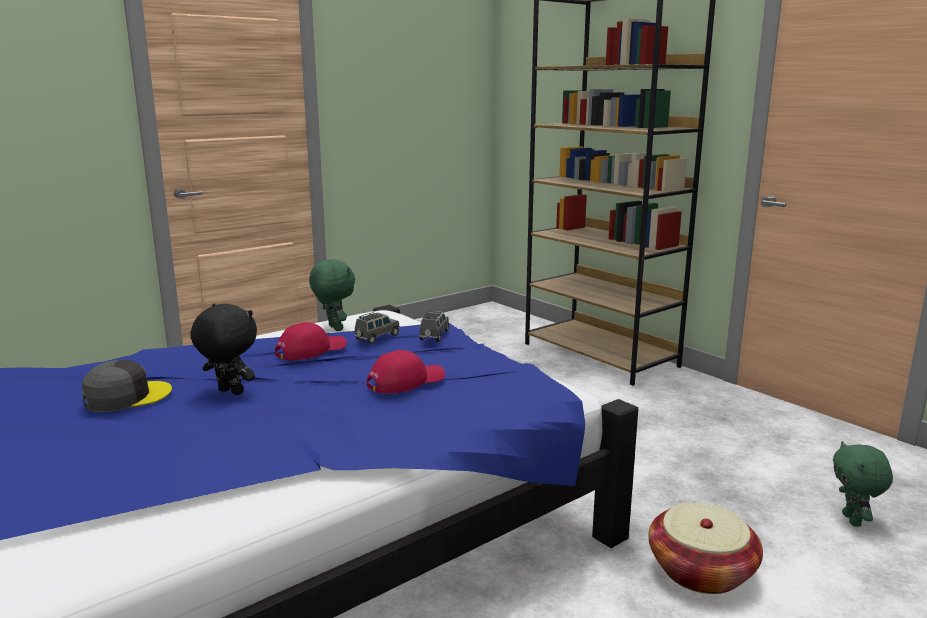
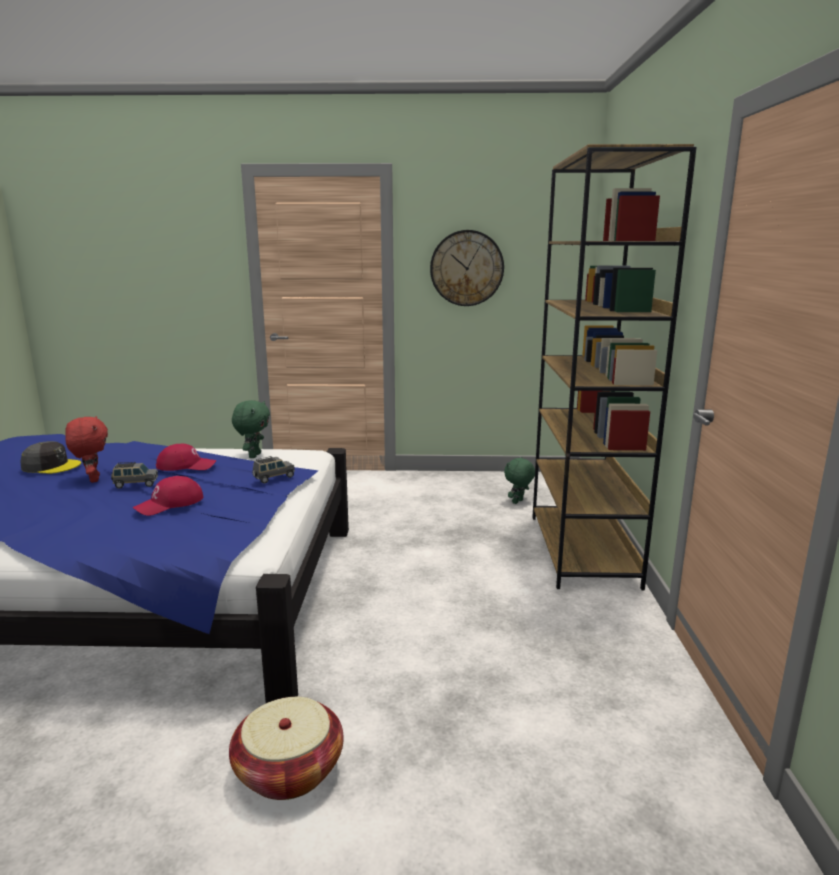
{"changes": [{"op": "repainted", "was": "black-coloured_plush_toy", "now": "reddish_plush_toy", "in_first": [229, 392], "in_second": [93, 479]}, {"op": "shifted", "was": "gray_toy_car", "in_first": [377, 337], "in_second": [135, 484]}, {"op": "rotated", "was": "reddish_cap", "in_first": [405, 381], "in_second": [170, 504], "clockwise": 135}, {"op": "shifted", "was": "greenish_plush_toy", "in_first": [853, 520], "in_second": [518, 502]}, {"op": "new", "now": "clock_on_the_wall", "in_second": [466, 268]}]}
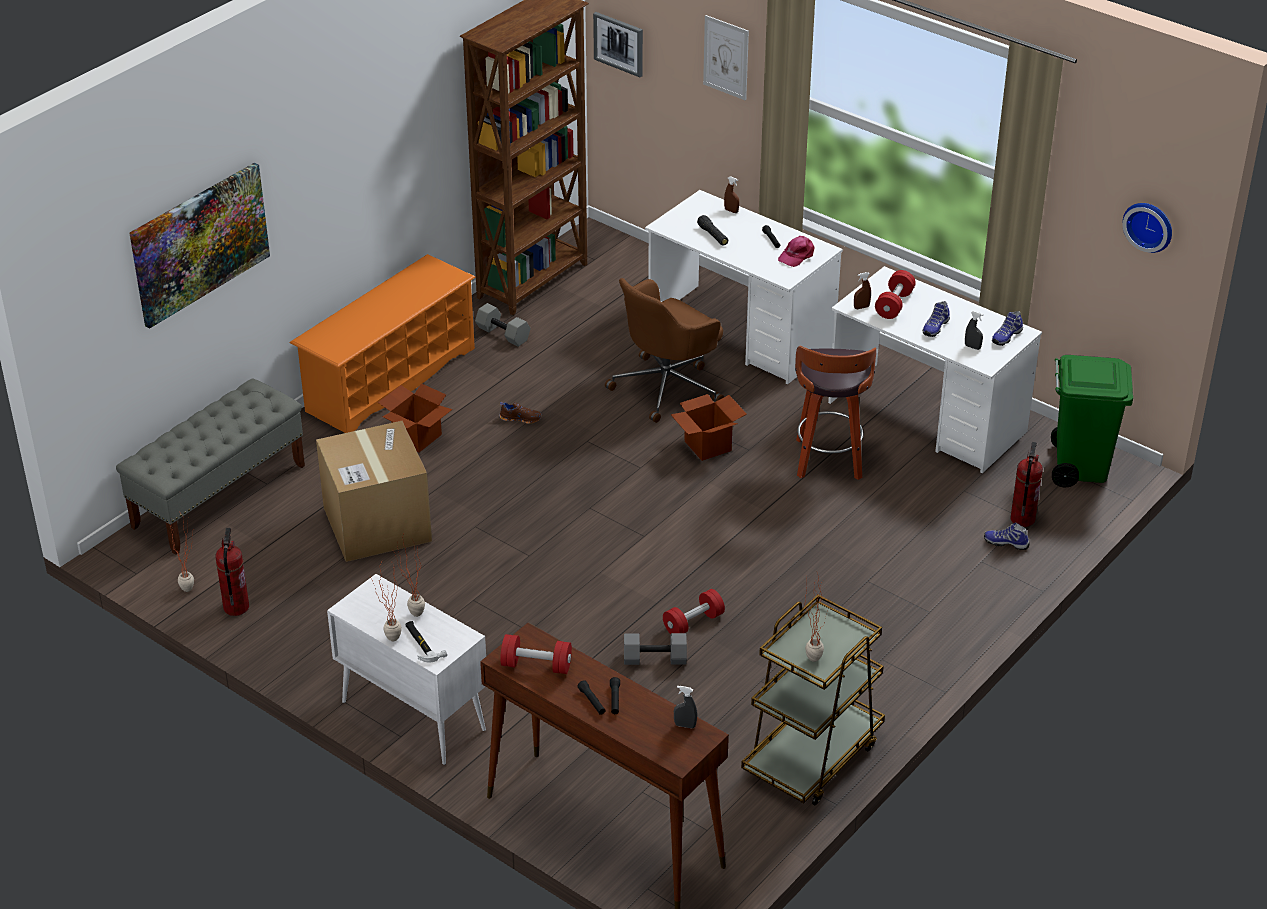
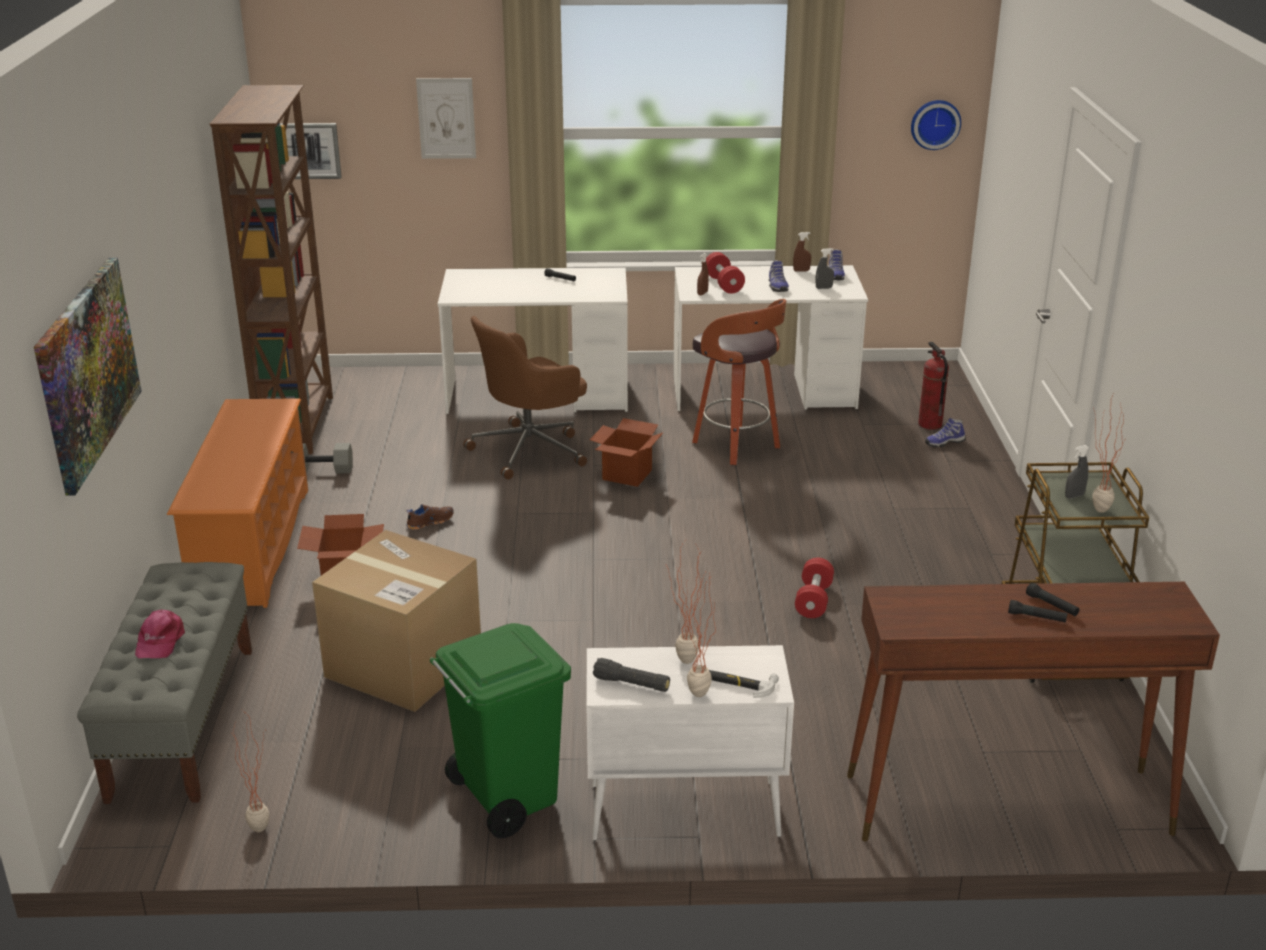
{"changes": [{"op": "gone", "was": "fire-fighting_cylinder", "in_first": [235, 607]}, {"op": "gone", "was": "reddish_hand_weight", "in_first": [536, 665]}, {"op": "rotated", "was": "brownish_office_chair", "in_first": [667, 387], "in_second": [530, 450], "clockwise": 45}, {"op": "gone", "was": "gray_hand_weight", "in_first": [654, 659]}, {"op": "shifted", "was": "gray_spray_bottle", "in_first": [685, 725], "in_second": [1074, 496]}, {"op": "shifted", "was": "black-coloured_torch", "in_first": [713, 236], "in_second": [631, 684]}, {"op": "shifted", "was": "brownish_spray_bottle", "in_first": [731, 211], "in_second": [801, 271]}, {"op": "shifted", "was": "pink-coloured_cap", "in_first": [797, 255], "in_second": [160, 641]}, {"op": "shifted", "was": "greenish_trash_can", "in_first": [1079, 467], "in_second": [506, 797]}]}
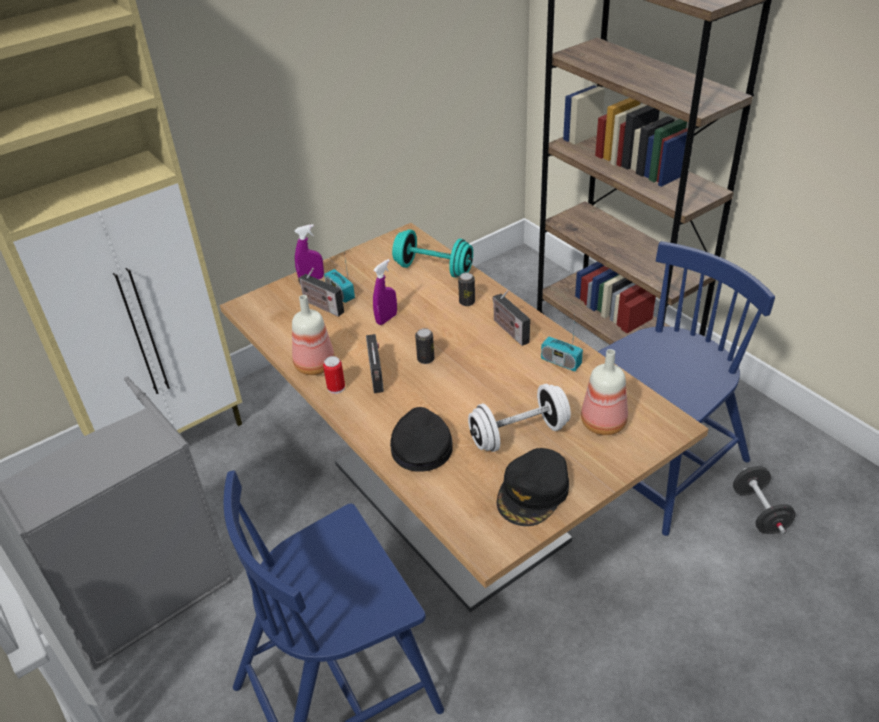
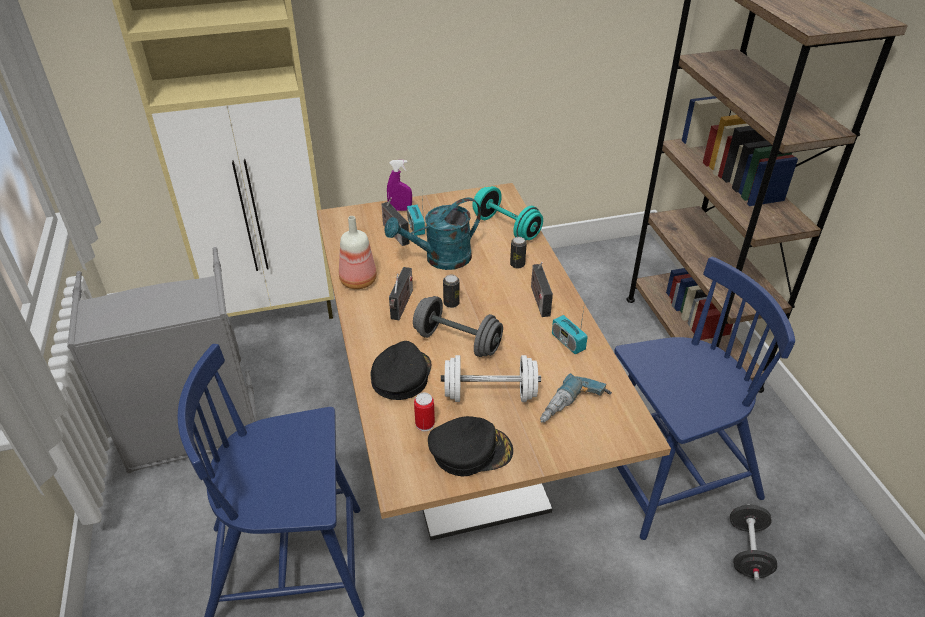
{"changes": [{"op": "shifted", "was": "sealed_can", "in_first": [336, 388], "in_second": [425, 424]}, {"op": "swapped", "was": "purplish_spray_bottle", "now": "blue-green_watering_pot", "in_first": [386, 319], "in_second": [440, 259]}, {"op": "rotated", "was": "black-coloured_cap", "in_first": [533, 493], "in_second": [470, 450], "clockwise": -150}, {"op": "swapped", "was": "bottle", "now": "drill", "in_first": [604, 422], "in_second": [573, 409]}, {"op": "new", "now": "gray_hand_weight", "in_second": [457, 341]}]}
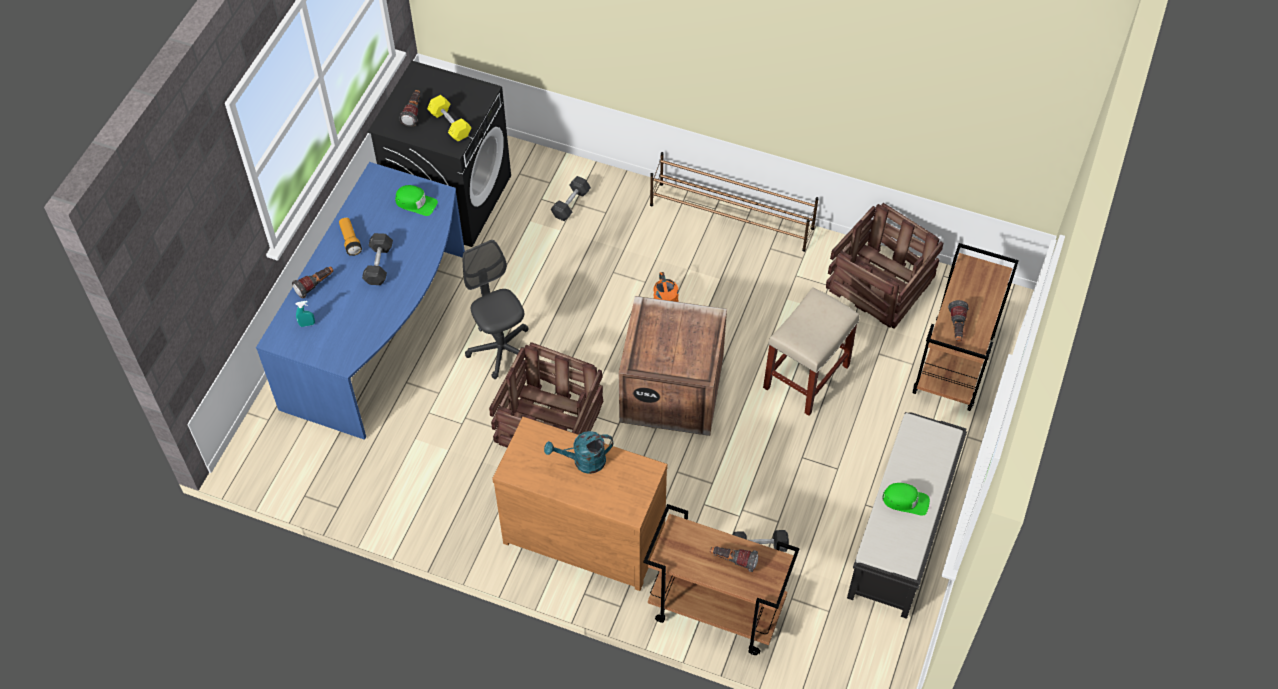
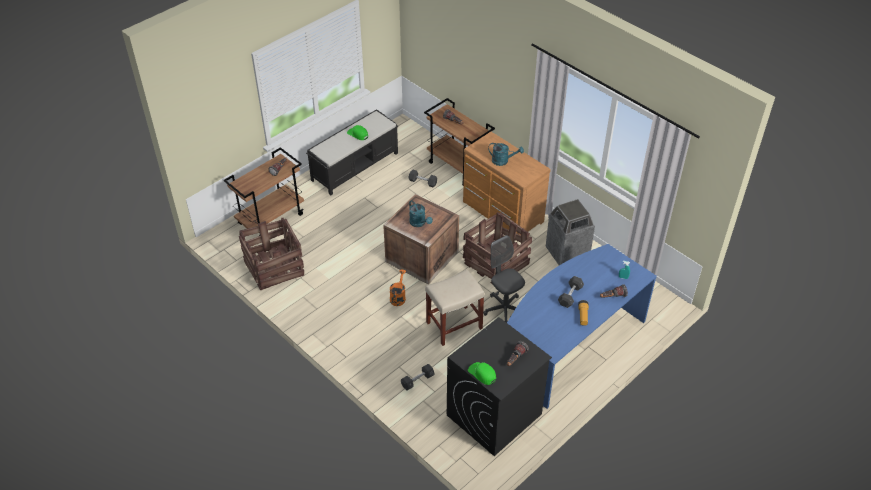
{"changes": [{"op": "shifted", "was": "greenish_cap", "in_first": [416, 203], "in_second": [482, 374]}, {"op": "gone", "was": "yellowish_hand_weight", "in_first": [450, 124]}, {"op": "rotated", "was": "gray_office_chair", "in_first": [500, 349], "in_second": [504, 309], "clockwise": 150}, {"op": "gone", "was": "brownish_shoe_rack", "in_first": [732, 217]}, {"op": "shifted", "was": "beige_stool", "in_first": [806, 375], "in_second": [453, 326]}, {"op": "new", "now": "blue-green_watering_pot", "in_second": [419, 223]}, {"op": "new", "now": "trash_can", "in_second": [567, 253]}]}
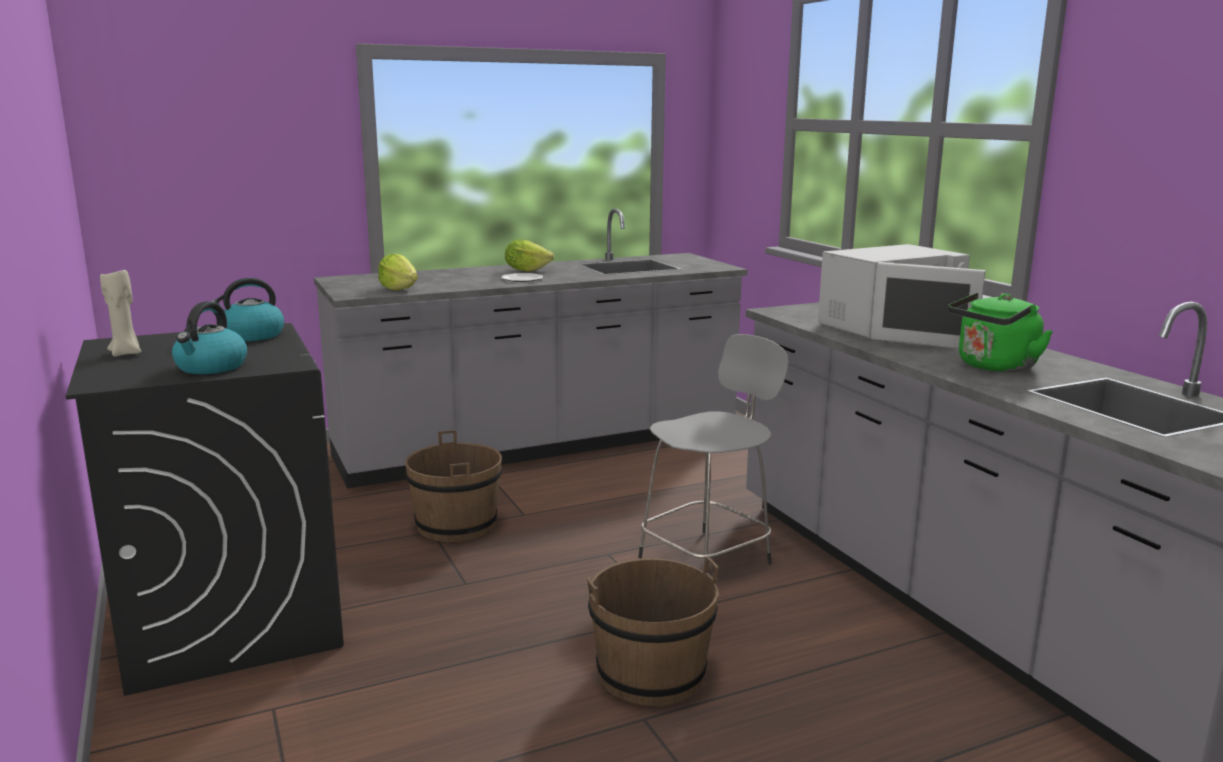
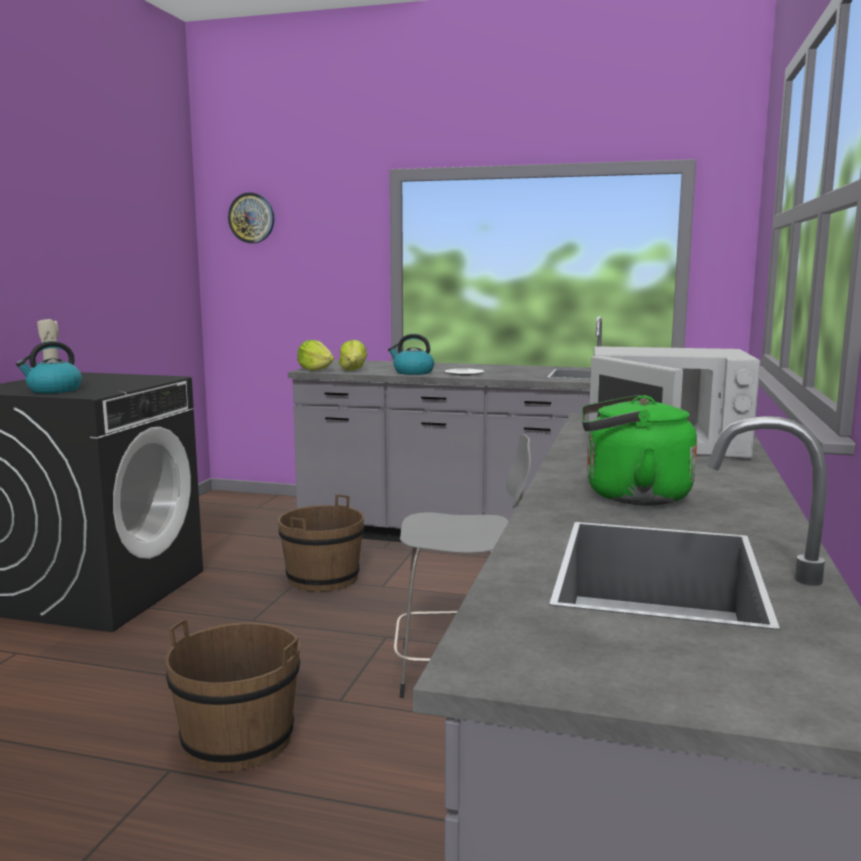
{"changes": [{"op": "shifted", "was": "tea_kettle", "in_first": [251, 336], "in_second": [412, 372]}, {"op": "shifted", "was": "lettuce", "in_first": [526, 270], "in_second": [315, 370]}, {"op": "new", "now": "clock_on_the_wall", "in_second": [251, 218]}]}
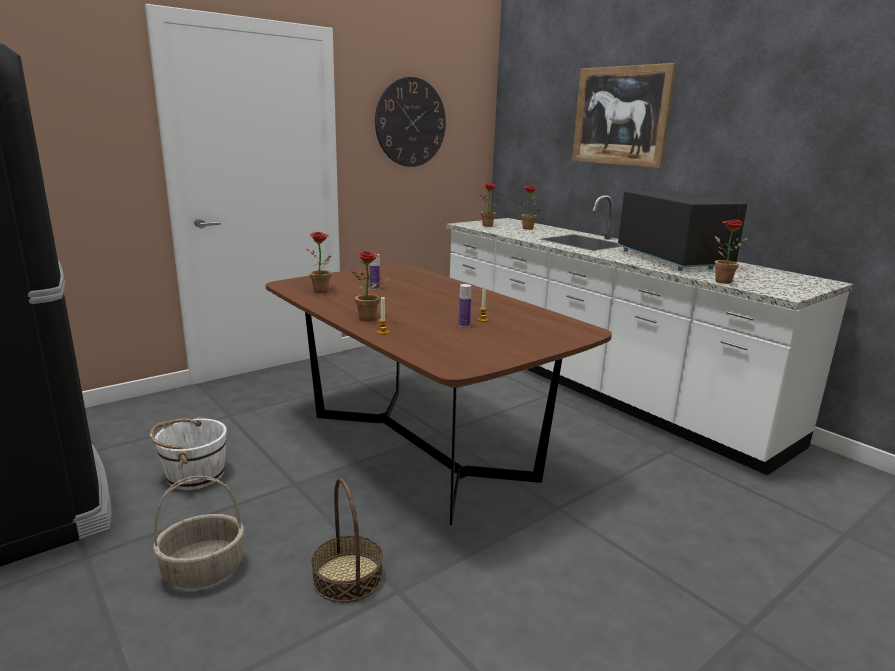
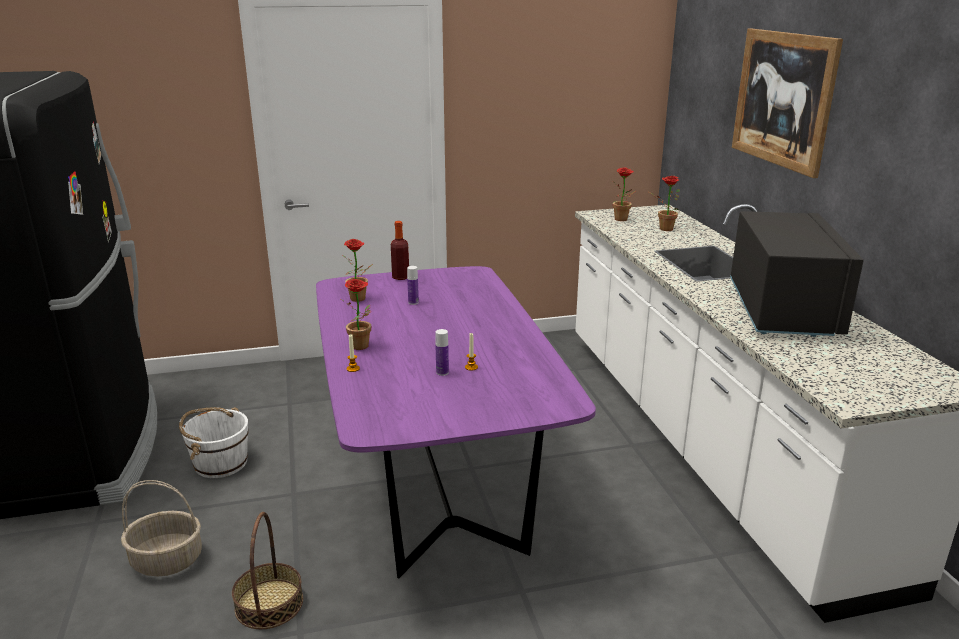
{"changes": [{"op": "repainted", "was": "brownish_kitchen_table", "now": "purplish_kitchen_table", "in_first": [420, 447], "in_second": [437, 480]}, {"op": "gone", "was": "clock_on_the_wall", "in_first": [410, 122]}, {"op": "gone", "was": "potted_plant", "in_first": [720, 281]}, {"op": "new", "now": "bottle", "in_second": [400, 277]}]}
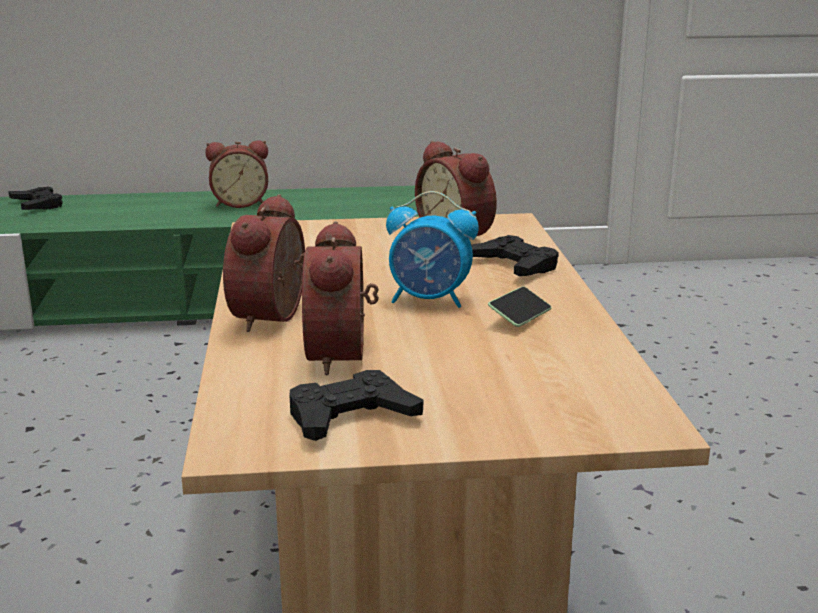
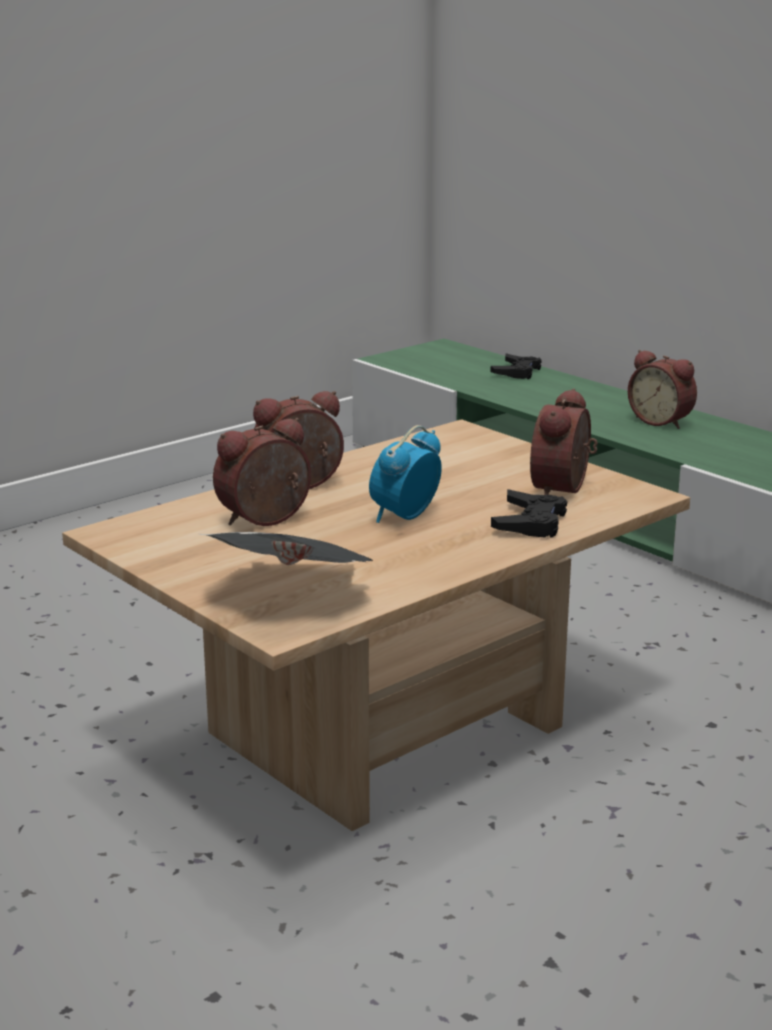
{"changes": [{"op": "gone", "was": "black-coloured_game_controller", "in_first": [351, 417]}, {"op": "rotated", "was": "bedside_clock", "in_first": [430, 300], "in_second": [404, 517], "clockwise": 60}, {"op": "gone", "was": "telephone", "in_first": [520, 317]}, {"op": "new", "now": "daily_paper", "in_second": [294, 592]}]}
